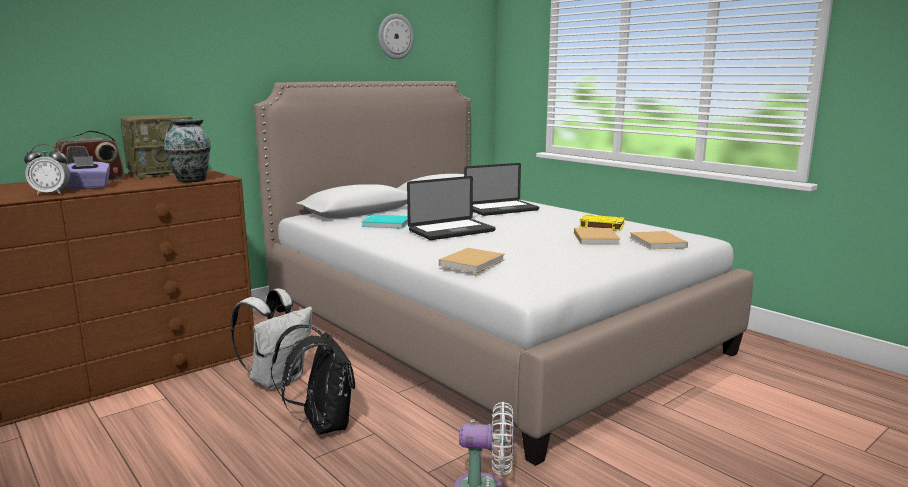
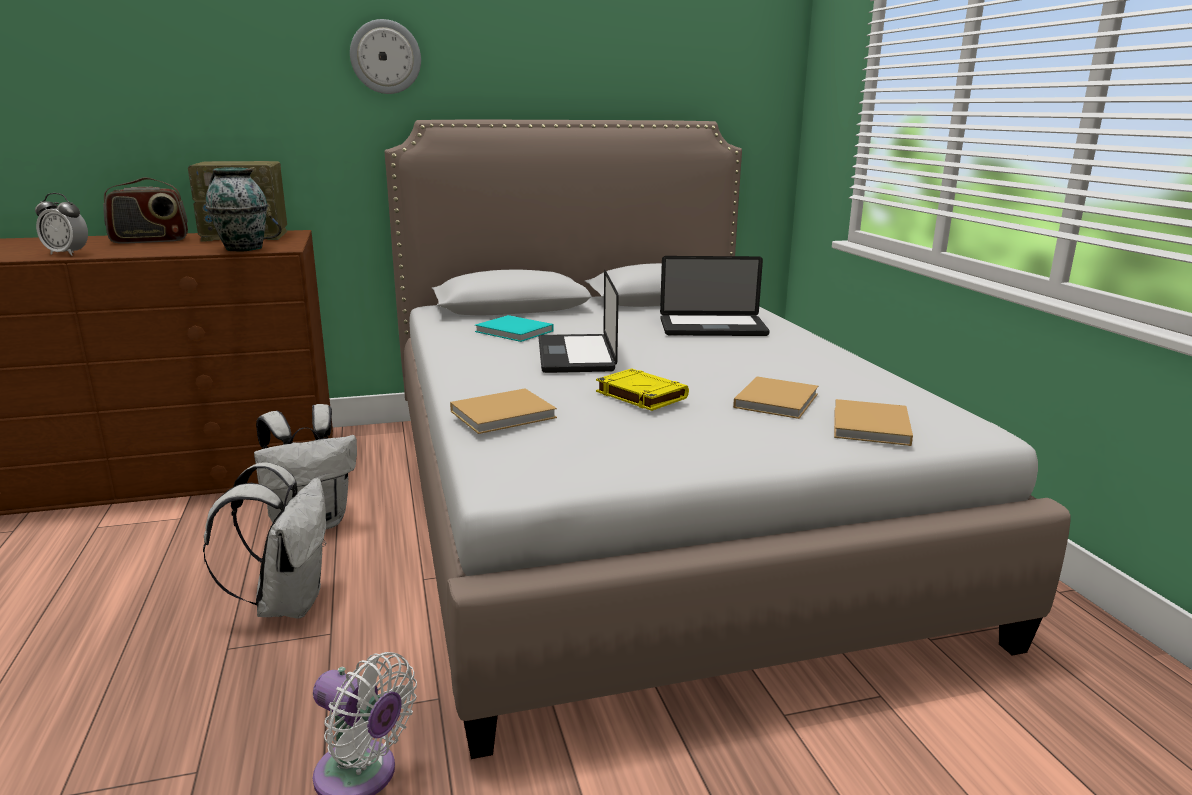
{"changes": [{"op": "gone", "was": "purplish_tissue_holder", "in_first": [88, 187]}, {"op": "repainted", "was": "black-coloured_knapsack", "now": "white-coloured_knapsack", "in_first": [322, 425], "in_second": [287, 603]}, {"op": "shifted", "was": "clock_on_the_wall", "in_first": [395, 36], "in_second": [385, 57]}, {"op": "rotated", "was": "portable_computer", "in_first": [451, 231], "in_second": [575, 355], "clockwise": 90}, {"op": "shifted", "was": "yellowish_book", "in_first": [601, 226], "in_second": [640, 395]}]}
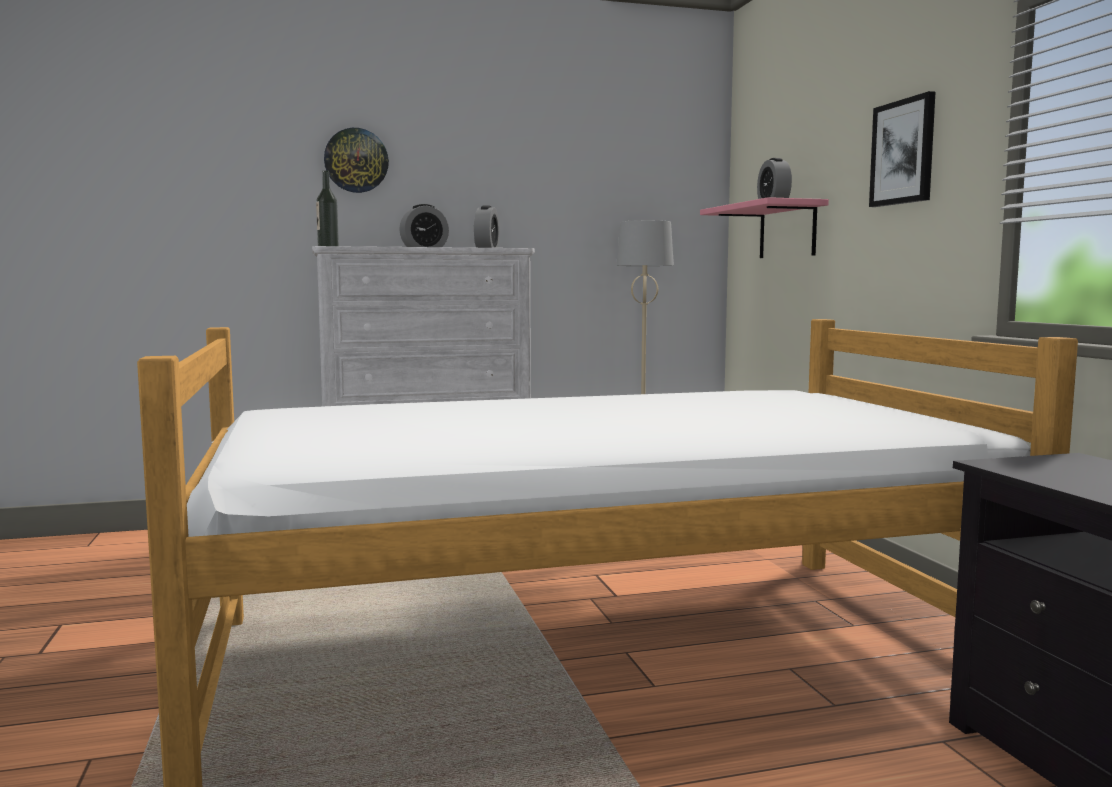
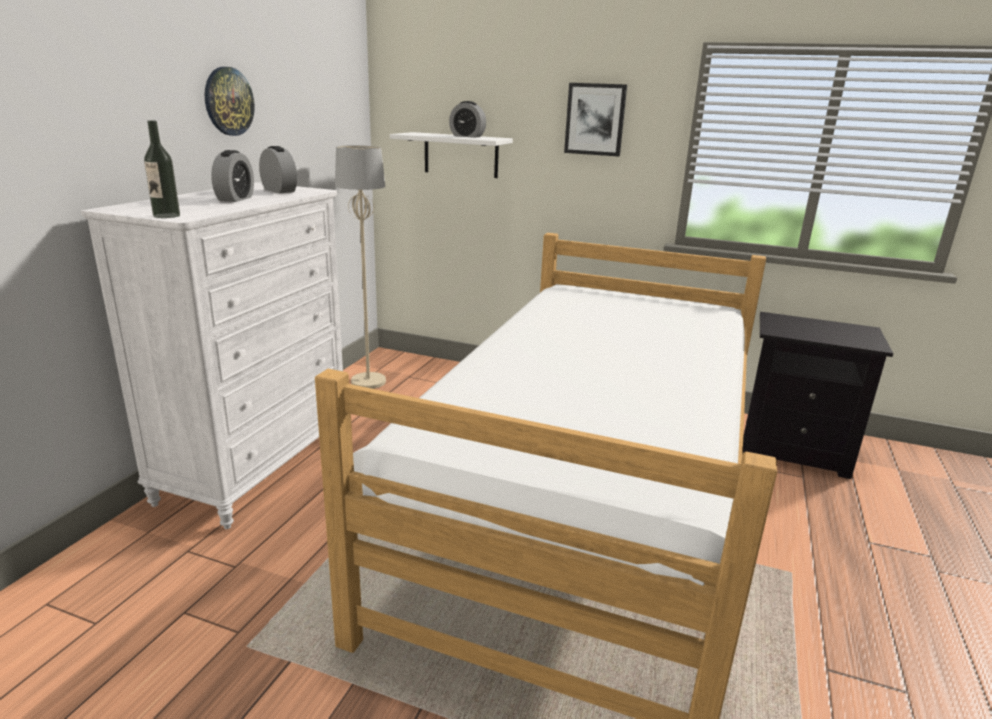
{"changes": [{"op": "shifted", "was": "clock_on_the_wall", "in_first": [356, 160], "in_second": [228, 101]}, {"op": "repainted", "was": "pink-coloured_bracket_shelf", "now": "white-coloured_bracket_shelf", "in_first": [787, 231], "in_second": [461, 155]}]}
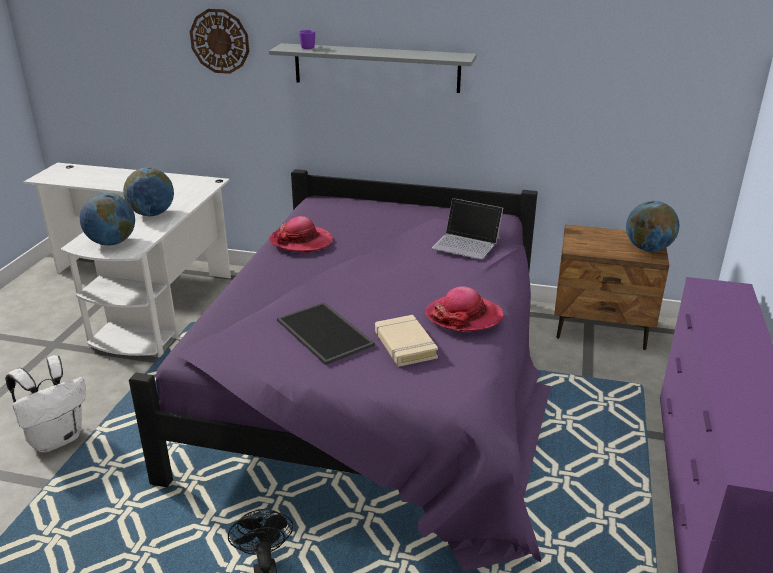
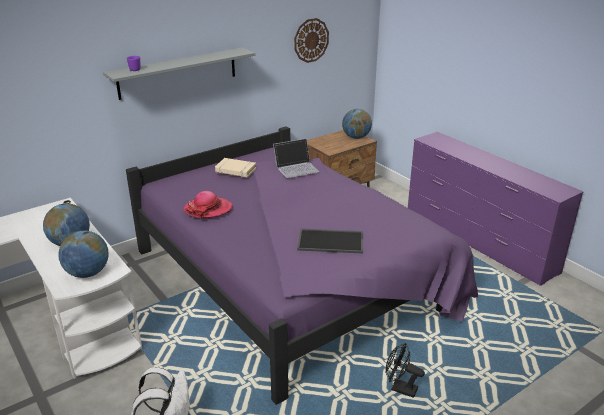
{"changes": [{"op": "shifted", "was": "clock_on_the_wall", "in_first": [220, 41], "in_second": [311, 40]}, {"op": "shifted", "was": "beige_book", "in_first": [405, 345], "in_second": [235, 170]}, {"op": "gone", "was": "clothing_hat", "in_first": [464, 316]}]}
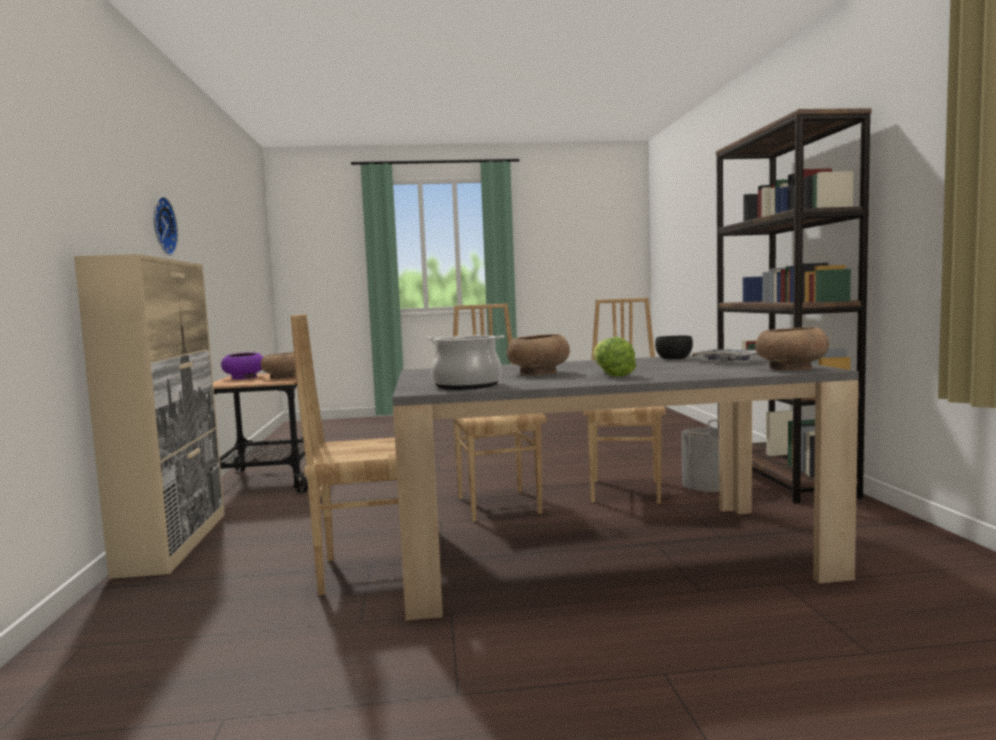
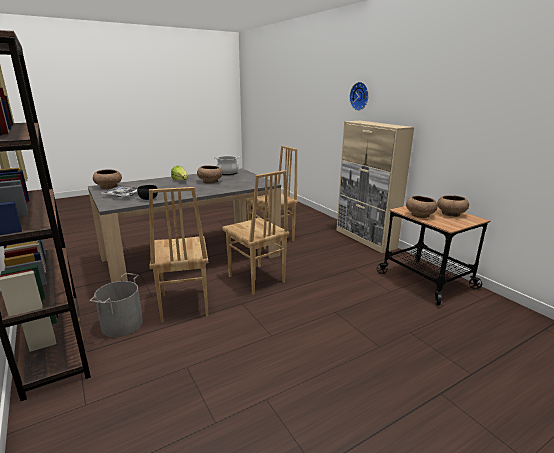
{"changes": [{"op": "shifted", "was": "clock_on_the_wall", "in_first": [161, 226], "in_second": [360, 96]}, {"op": "repainted", "was": "purplish_serving_bowl", "now": "brownish_serving_bowl", "in_first": [244, 378], "in_second": [450, 214]}]}
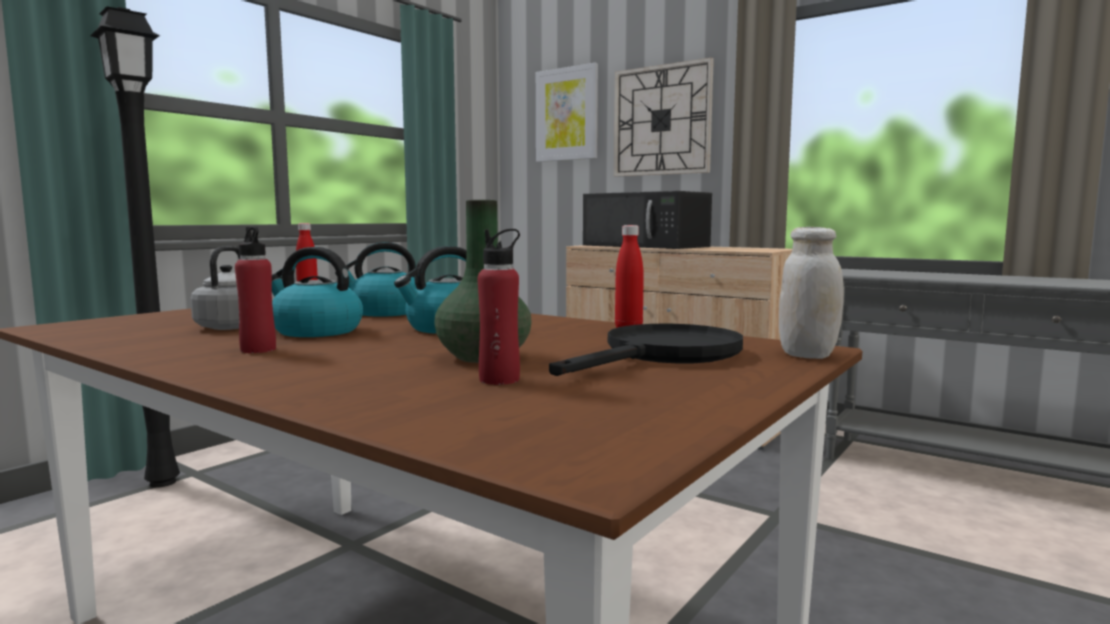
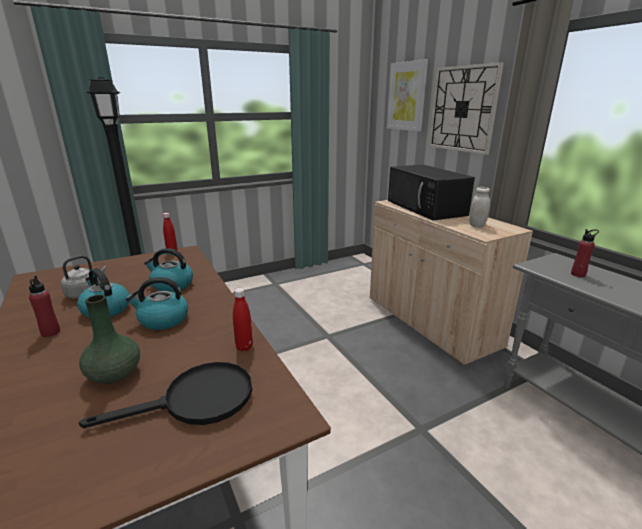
{"changes": [{"op": "shifted", "was": "reddish_bottle", "in_first": [499, 379], "in_second": [578, 274]}, {"op": "shifted", "was": "white-coloured_preserve_jar", "in_first": [807, 354], "in_second": [477, 225]}]}
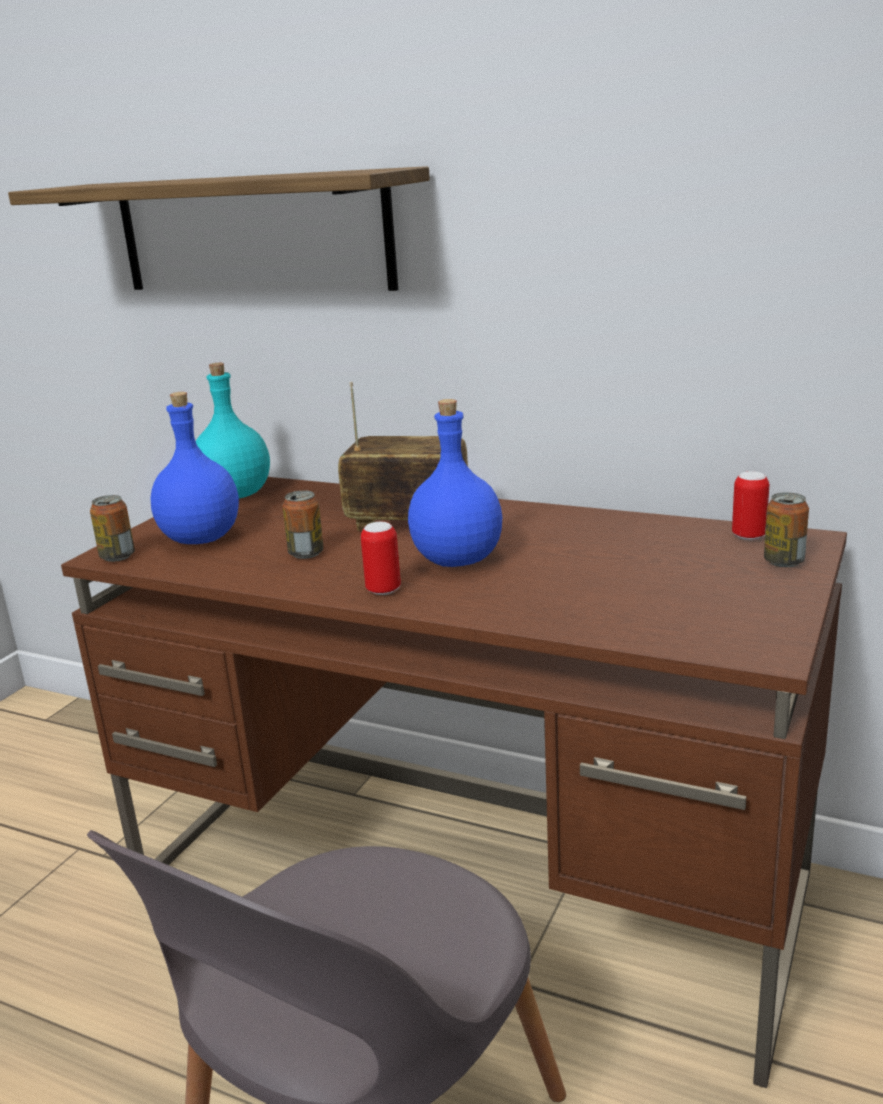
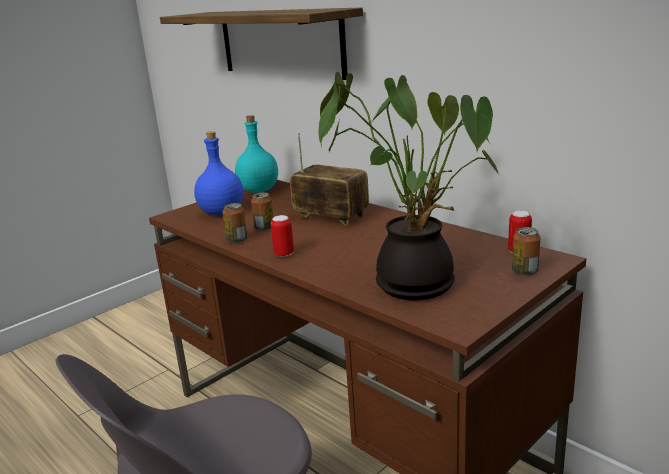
{"changes": [{"op": "shifted", "was": "sealed_can", "in_first": [117, 556], "in_second": [237, 240]}, {"op": "gone", "was": "blue_bottle", "in_first": [455, 560]}, {"op": "new", "now": "potted_plant", "in_second": [415, 281]}]}
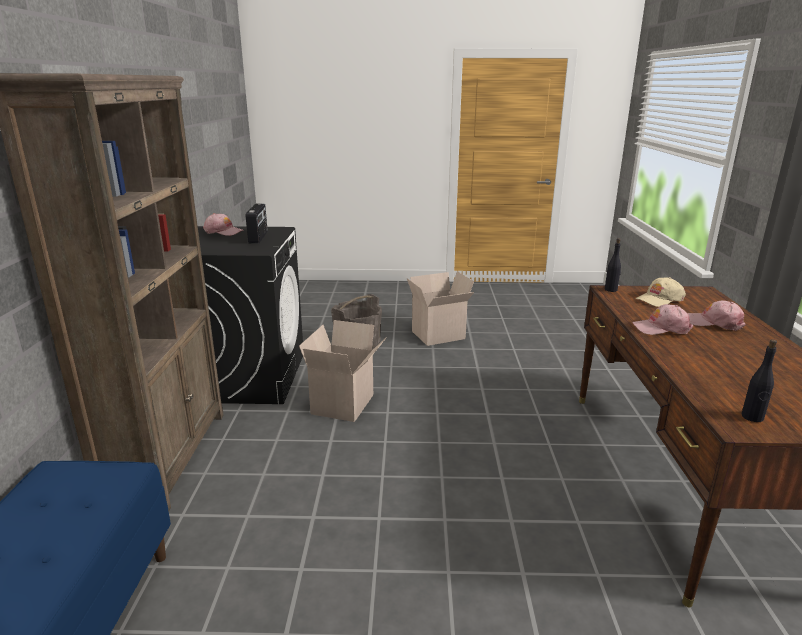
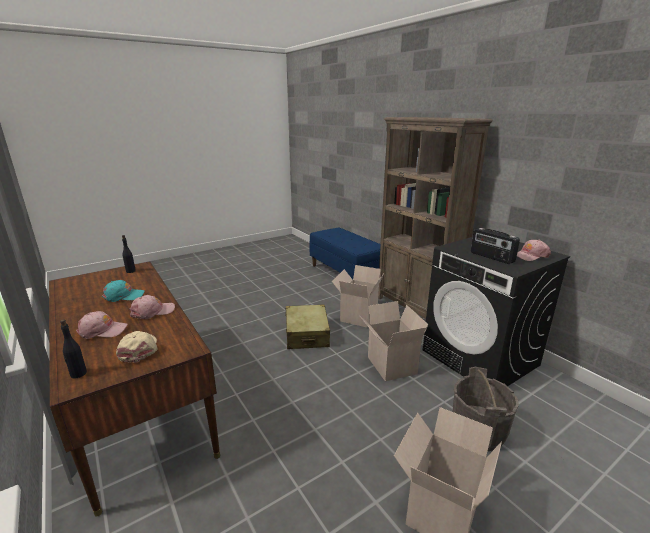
{"changes": [{"op": "shifted", "was": "black-coloured_bottle", "in_first": [611, 290], "in_second": [78, 374]}, {"op": "rotated", "was": "beige_cap", "in_first": [659, 299], "in_second": [139, 349], "clockwise": -45}, {"op": "new", "now": "blue-green_cap", "in_second": [123, 296]}, {"op": "new", "now": "beige_piece_of_luggage", "in_second": [307, 334]}, {"op": "new", "now": "carton", "in_second": [358, 316]}]}
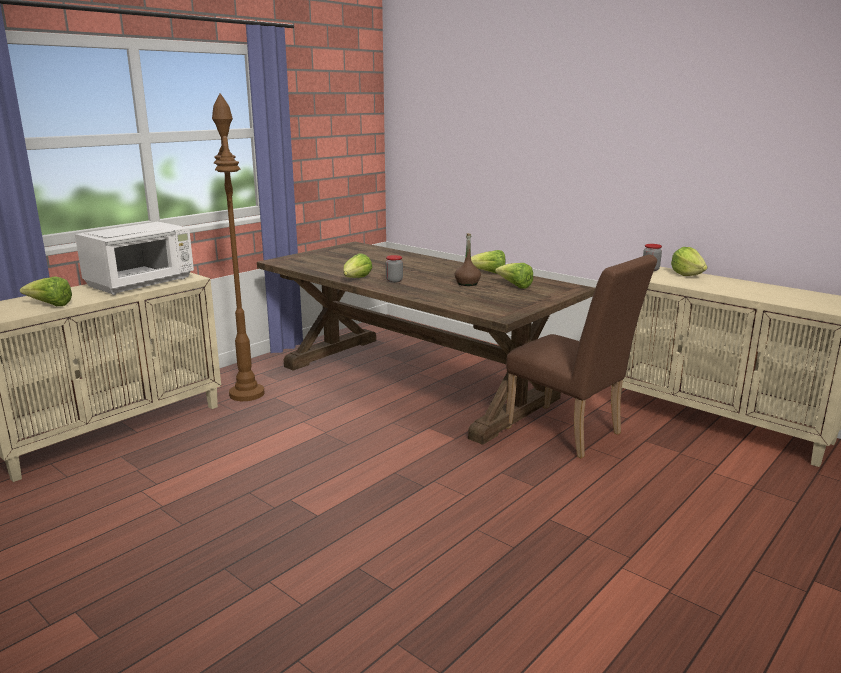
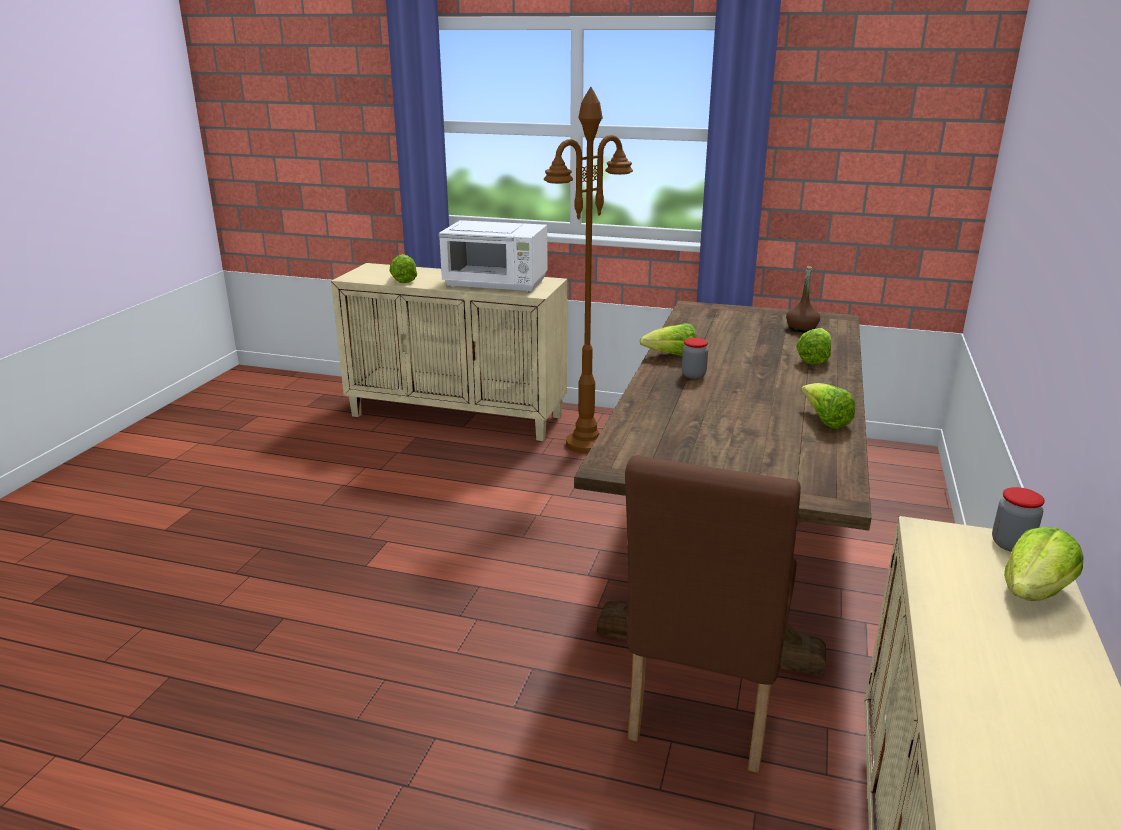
{"changes": [{"op": "shifted", "was": "brownish_bottle", "in_first": [467, 283], "in_second": [801, 328]}, {"op": "shifted", "was": "lettuce", "in_first": [515, 286], "in_second": [813, 359]}]}
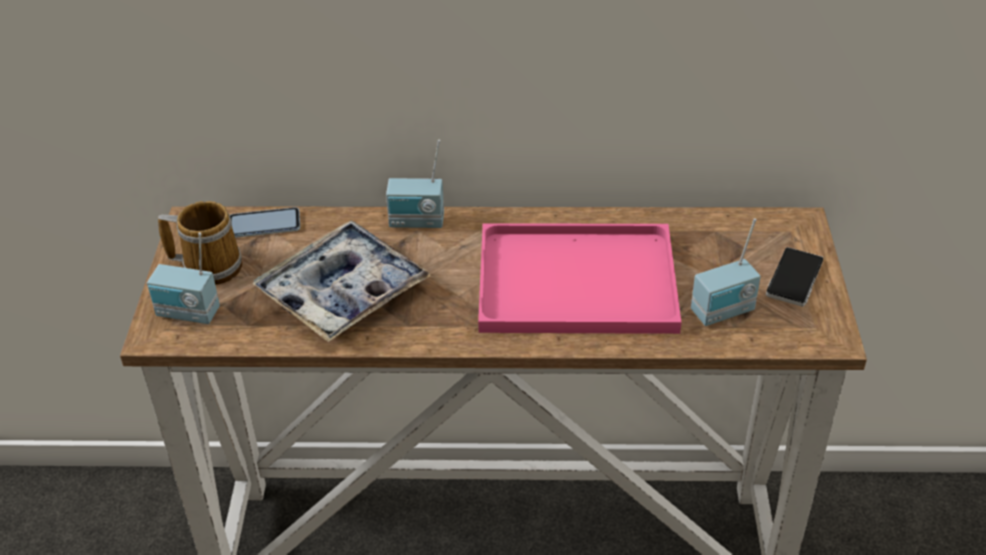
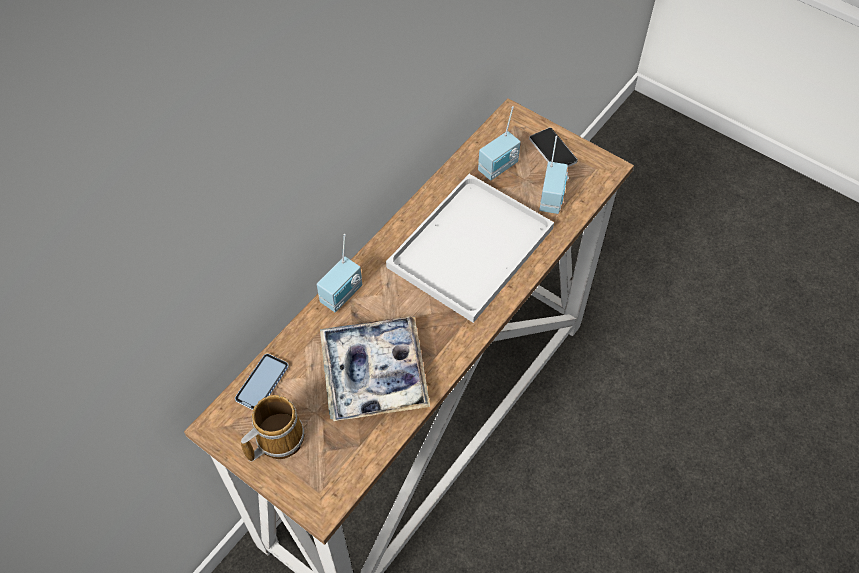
{"changes": [{"op": "shifted", "was": "radio_set", "in_first": [187, 314], "in_second": [499, 167]}, {"op": "repainted", "was": "pink-coloured_tray", "now": "white-coloured_tray", "in_first": [572, 283], "in_second": [470, 250]}]}
